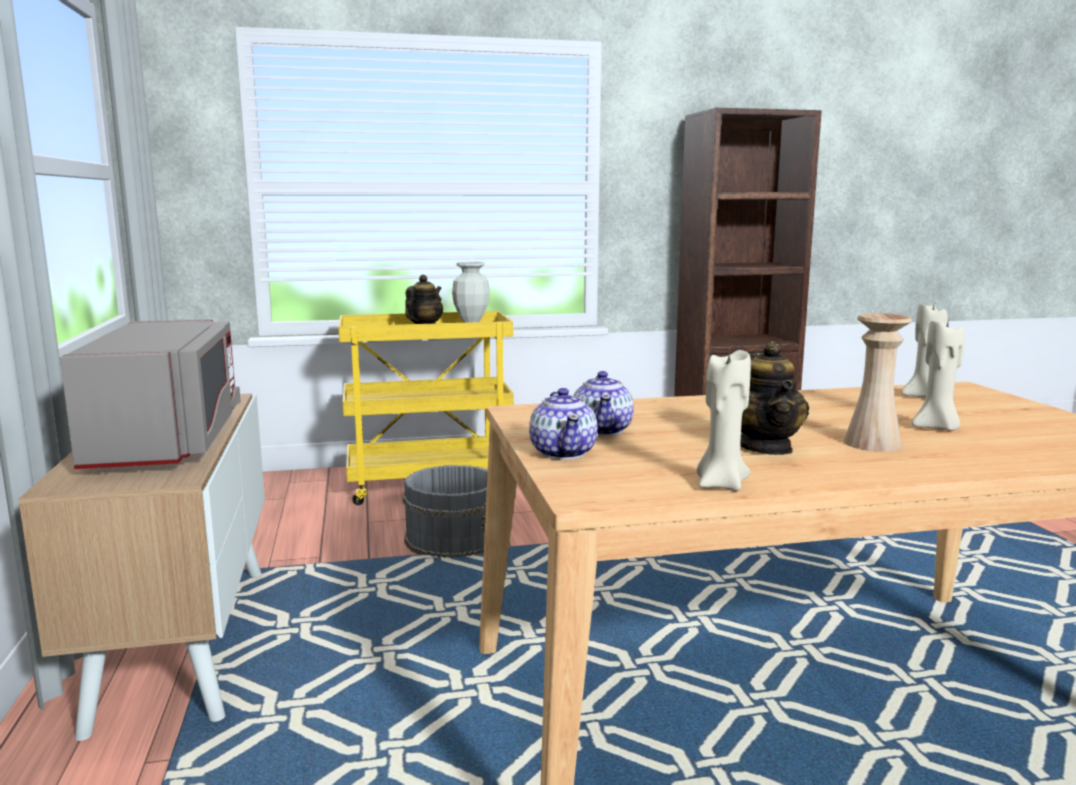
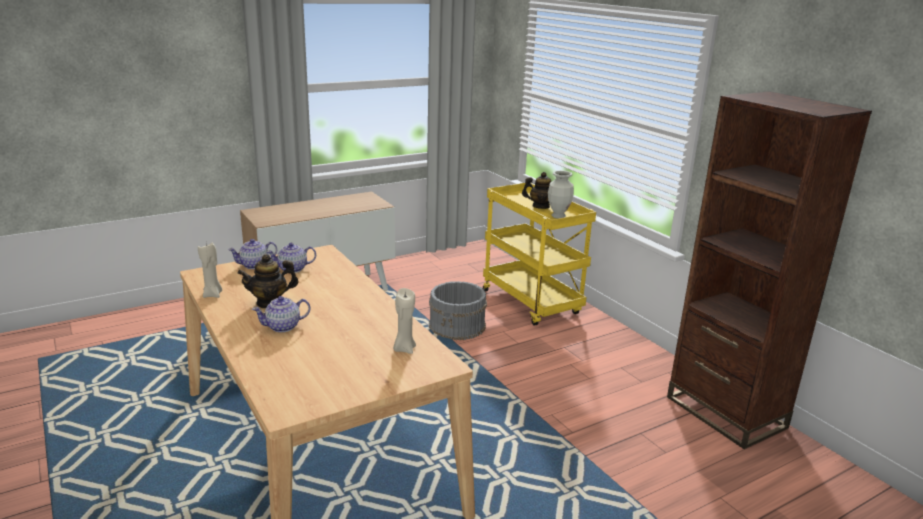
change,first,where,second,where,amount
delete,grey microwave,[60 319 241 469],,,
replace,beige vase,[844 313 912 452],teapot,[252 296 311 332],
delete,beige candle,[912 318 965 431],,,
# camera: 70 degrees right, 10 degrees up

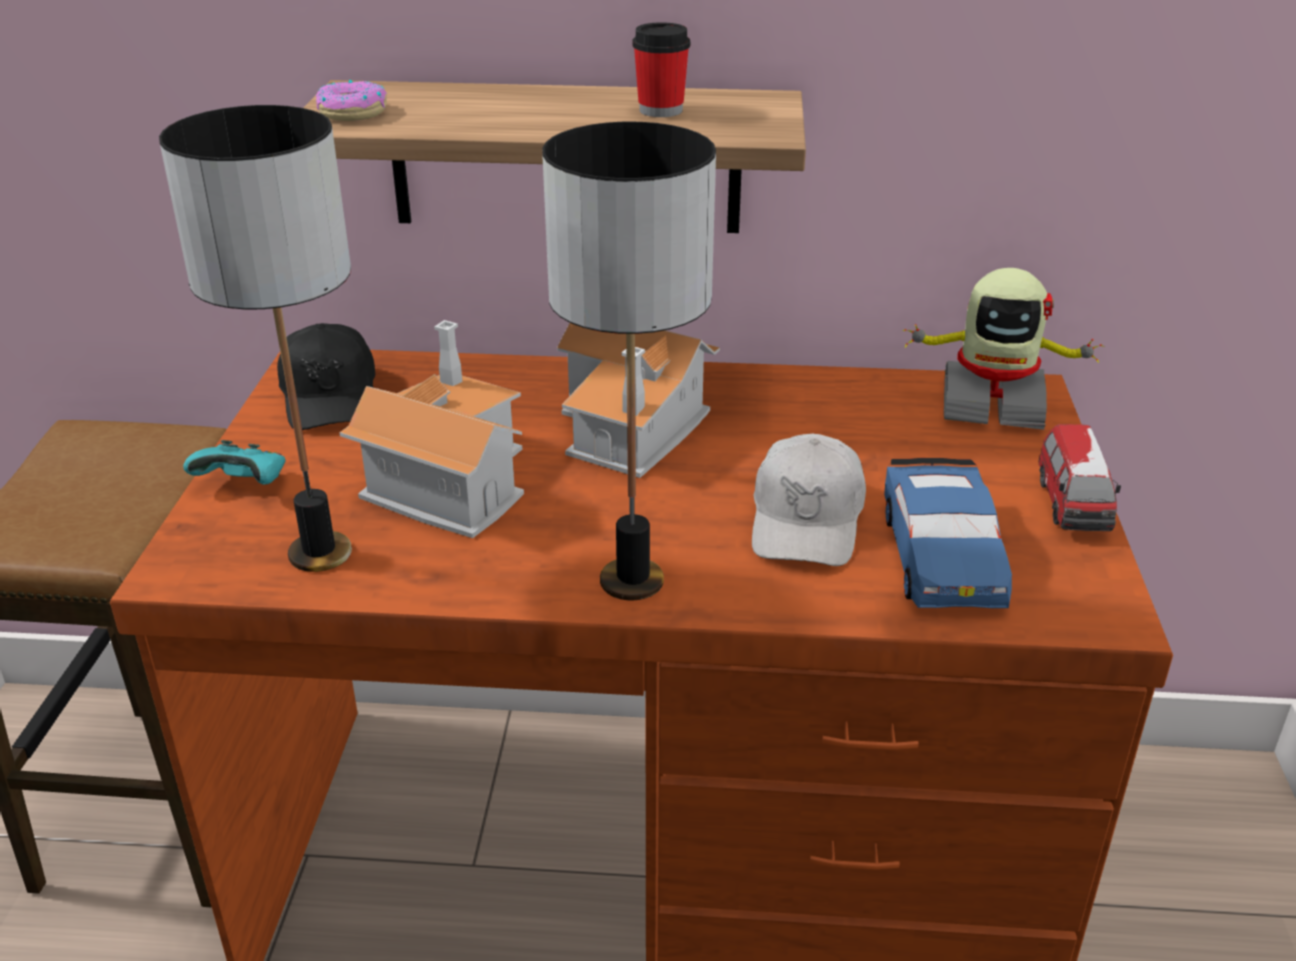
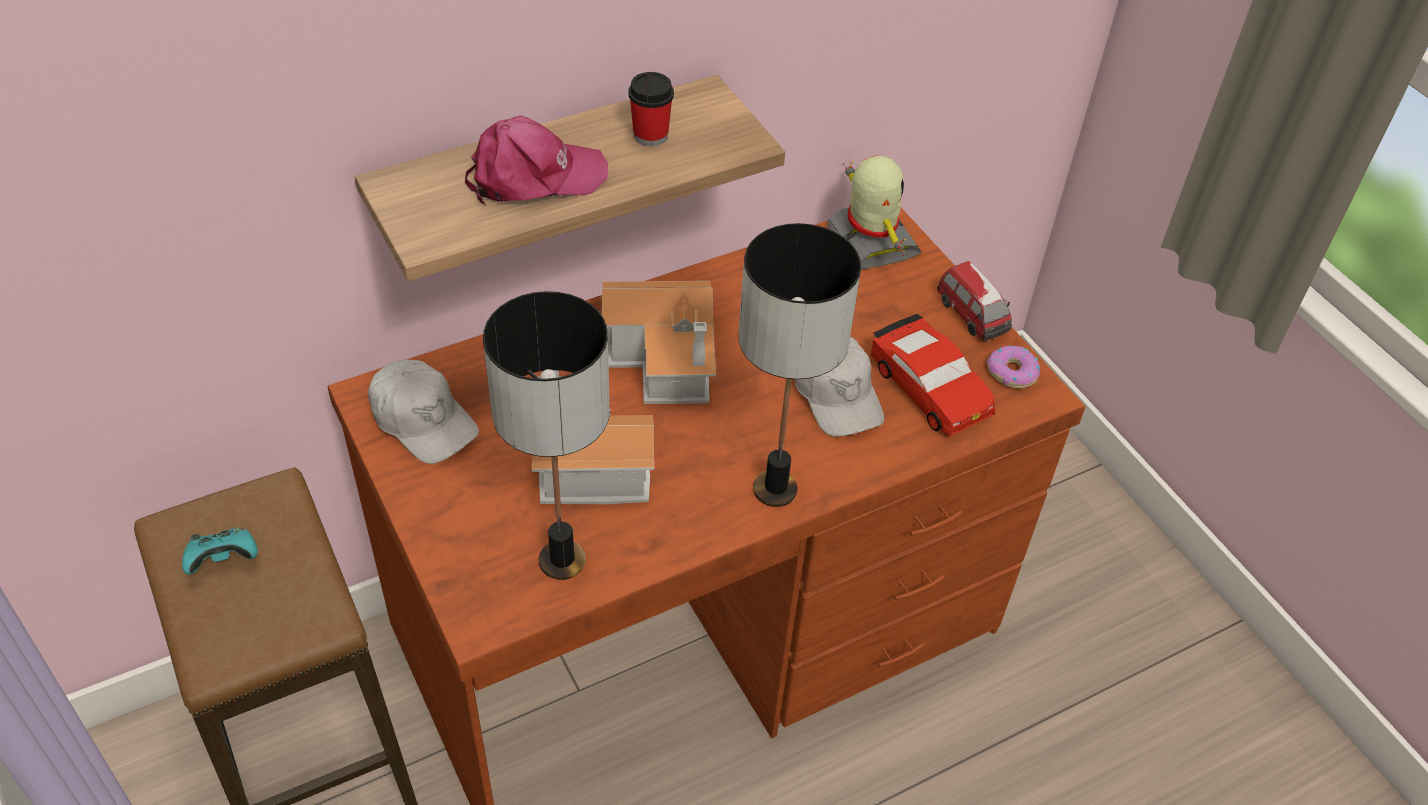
change,first,where,second,where,amount
move,turquoise game controller,[183 440 286 484],,[182 527 258 575],
recolor,black cap,[277 323 375 430],white cap,[368 360 479 464],
move,donut,[316 80 387 121],,[987 345 1040 389],
recolor,blue toy car,[884 458 1012 608],red toy car,[871 314 995 436],
rotate,toy robot,[903 268 1104 430],,[827 155 921 270],90 degrees counterclockwise
insert,,,pink cap,[465 116 608 205],
# camera: 35 degrees left, 15 degrees up

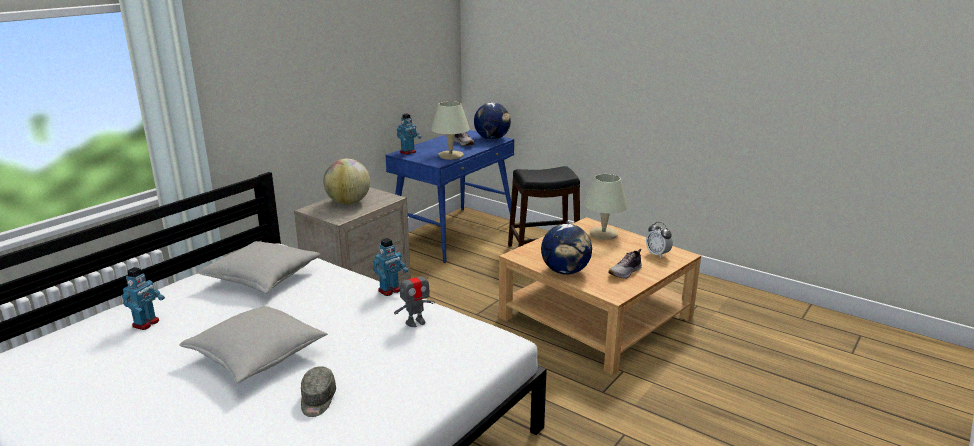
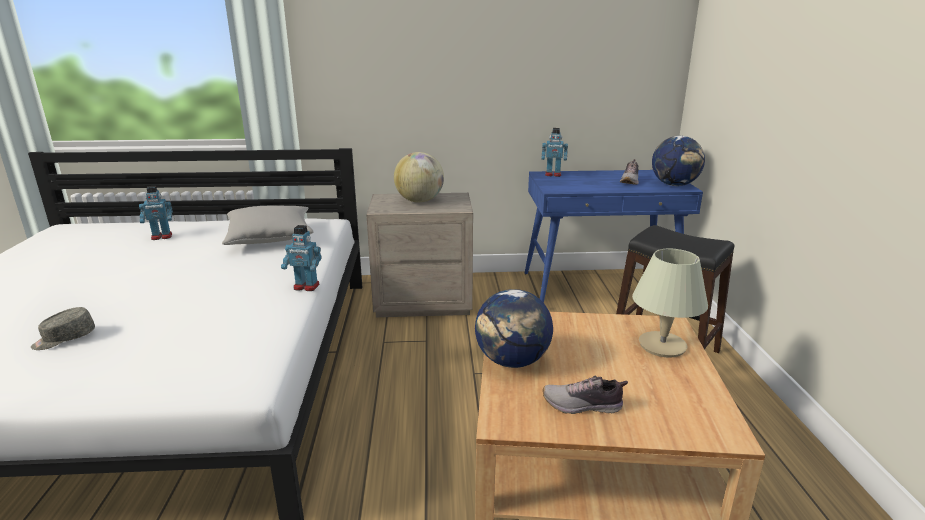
change,first,where,second,where,amount
delete,grey pillow,[179 306 328 383],,,
delete,toy robot,[394 267 435 327],,,
delete,beige table lamp,[431 101 470 160],,,
delete,alarm clock,[646 222 673 258],,,
# camera: 50 degrees right, 0 degrees up

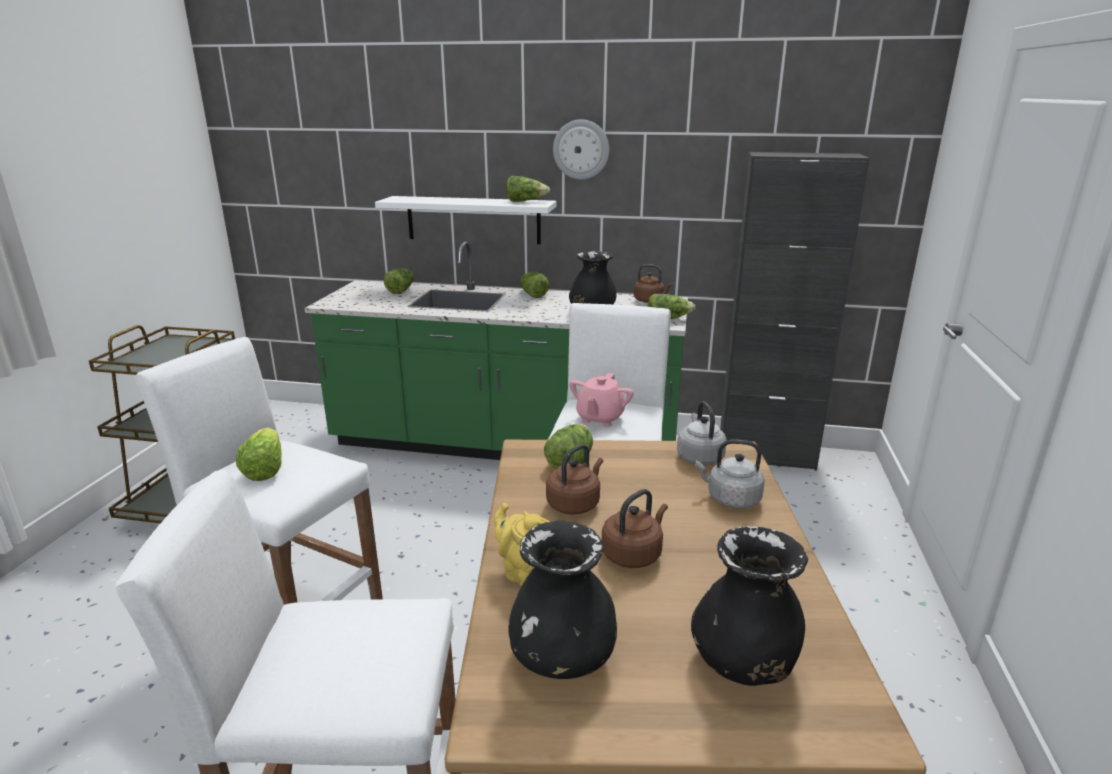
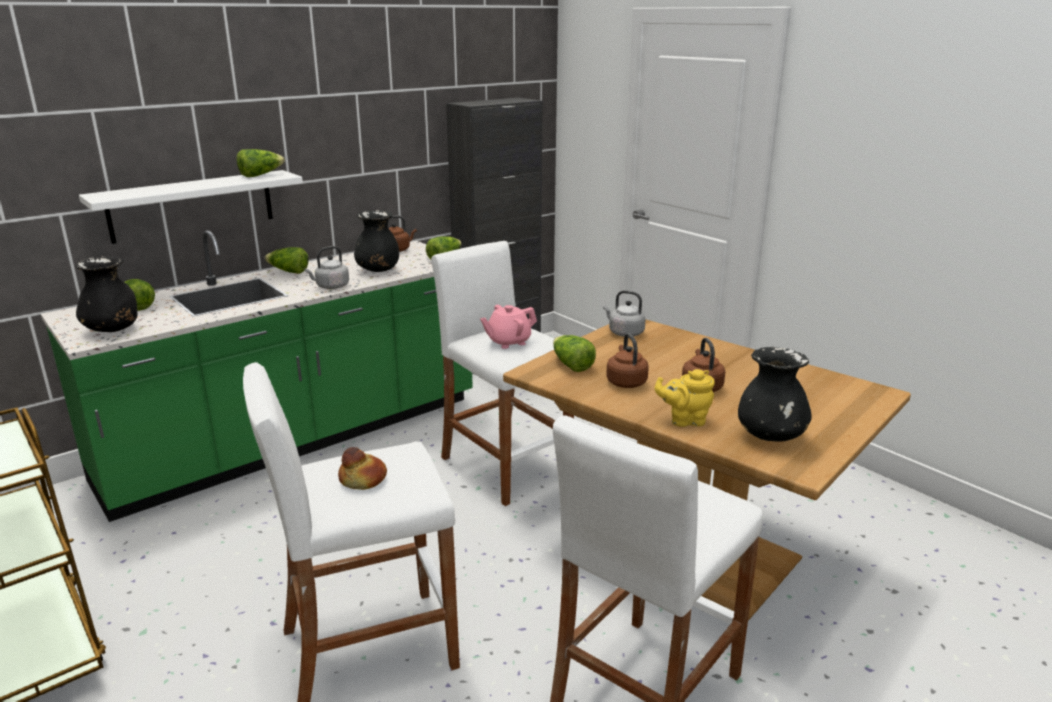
change,first,where,second,where,amount
replace,lettuce,[236 427 282 481],bread,[338 447 387 490],
delete,wall clock,[553 119 609 180],,,
rotate,pink teapot,[569 373 634 427],,[480 305 537 349],90 degrees clockwise
move,black vase,[691 526 808 686],,[75 256 137 332],
move,grey kettle,[695 439 765 509],,[304 246 349 289],
# camera: 50 degrees left, 0 degrees up

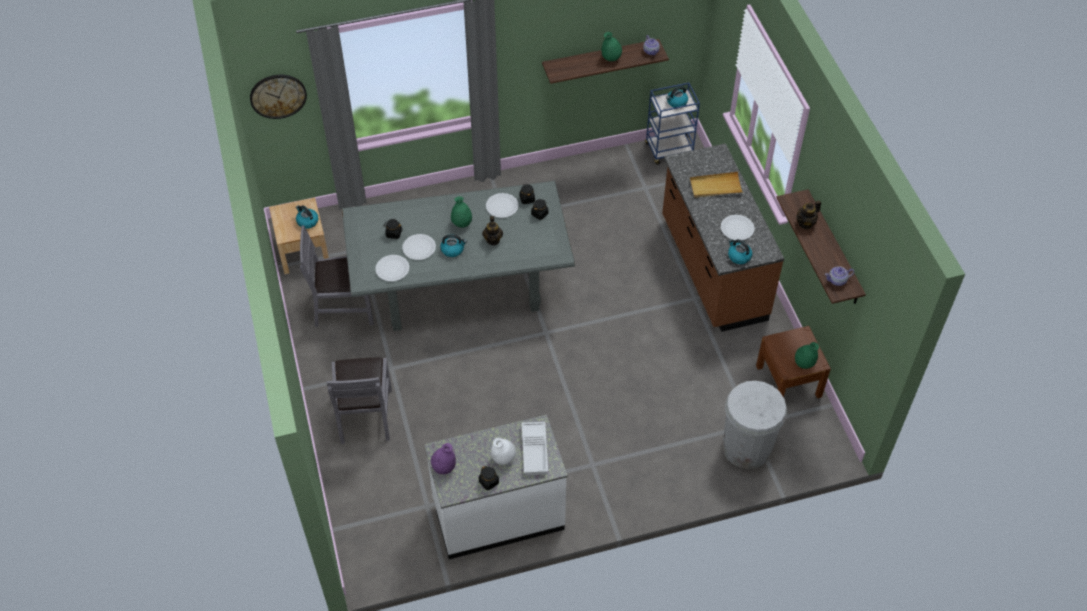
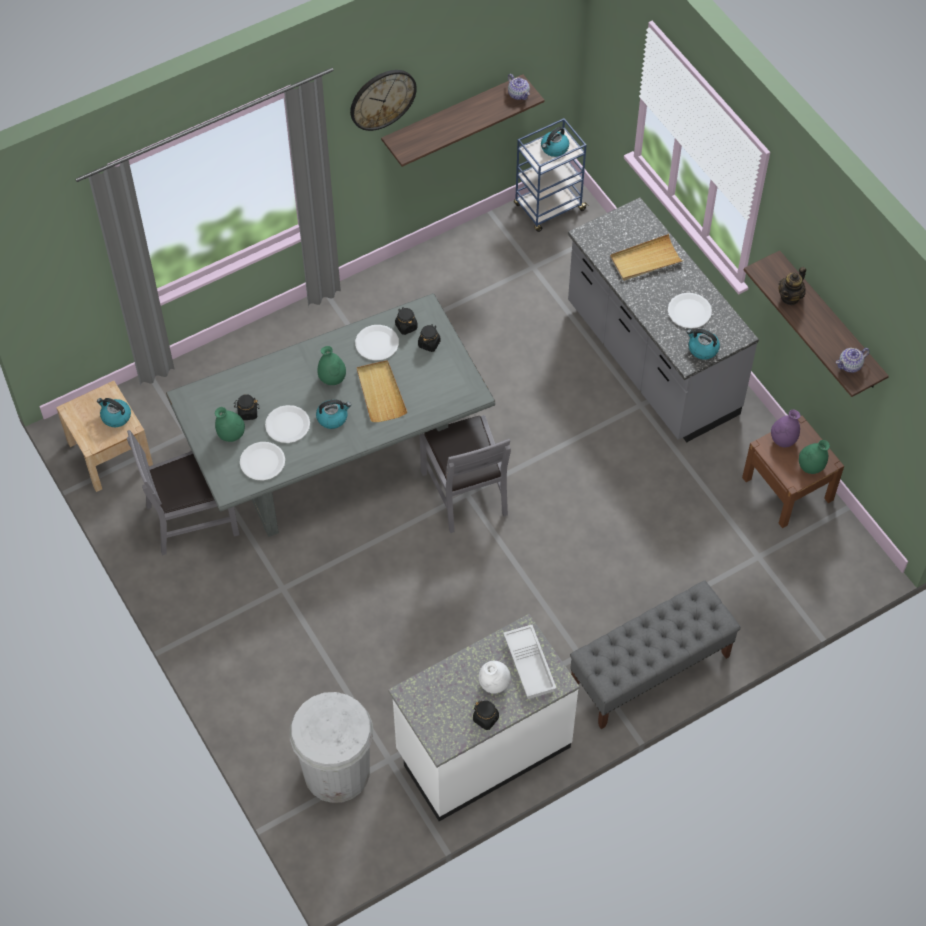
change,first,where,second,where,amount
move,wall clock,[250 75 307 119],,[350 70 417 131],
move,grey chair,[326 357 392 444],,[420 415 511 533],
move,purple vase,[431 443 456 475],,[771 410 800 447],
replace,teapot,[482 216 503 245],beige tray,[357 360 407 422],
move,green vase,[602 32 622 61],,[215 407 245 442],
recolor,brown counter,[662 143 784 332],grey counter,[568 197 759 442],
move,white trash can,[722 381 787 469],,[290 692 373 803],
insert,,,grey bench,[570 580 741 729],
# camera: 15 degrees left, 5 degrees up

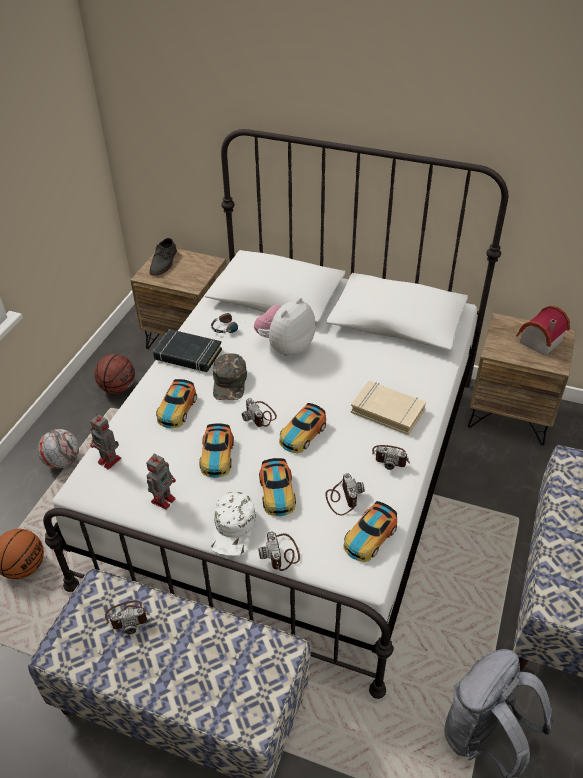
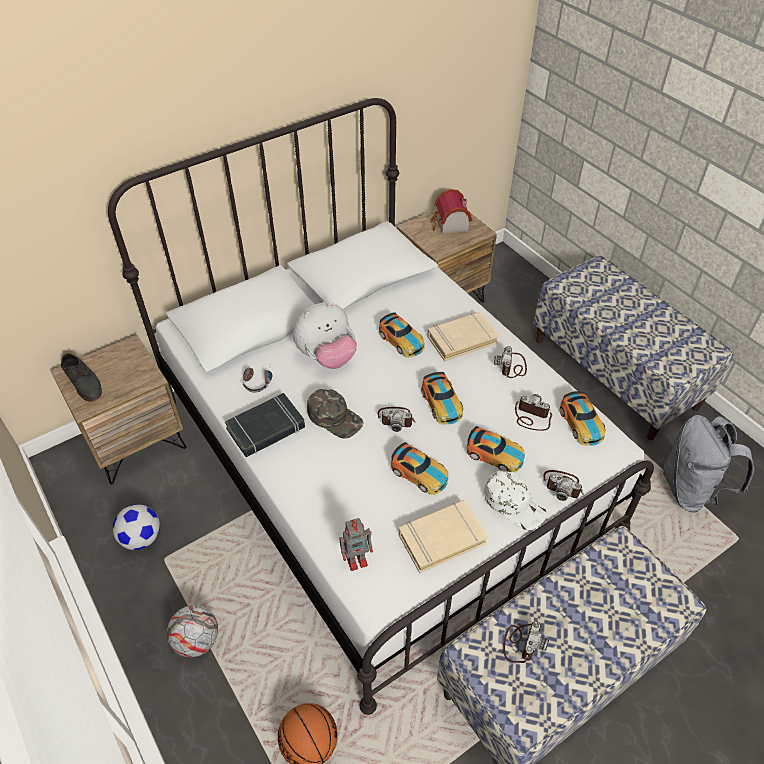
change,first,where,second,where,amount
replace,basketball,[94 354 135 394],football,[113 504 160 550],
replace,toy robot,[146 454 176 510],beige book,[399 500 488 573],
move,toy car,[156 379 197 428],,[379 312 424 358],
rotate,plush toy,[254 298 315 357],,[293 302 357 369],105 degrees counterclockwise
rotate,photo camera,[372 445 410 470],,[494 346 527 378],135 degrees clockwise
# camera: 55 degrees left, 5 degrees up

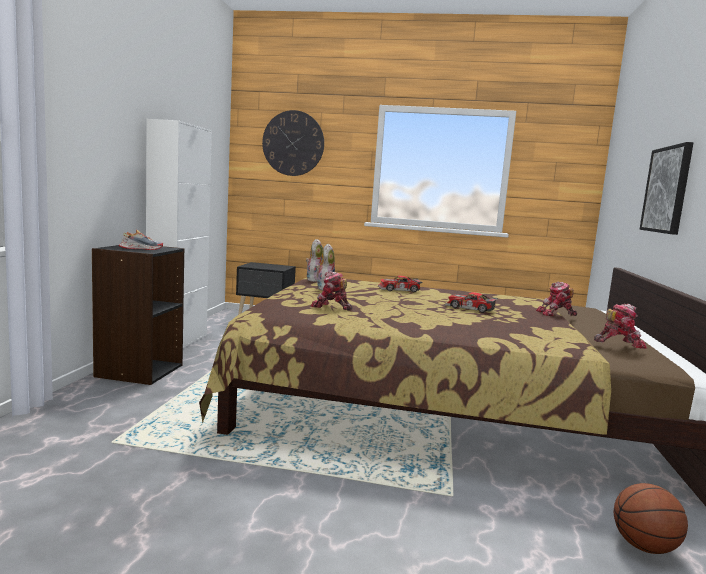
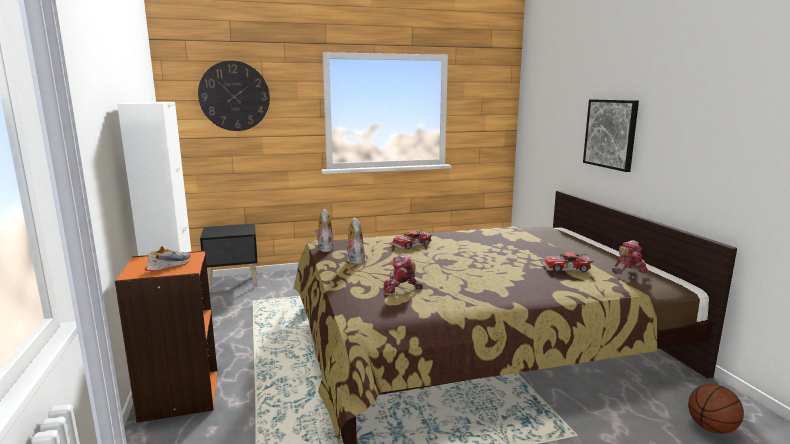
change,first,where,second,where,amount
recolor,black bookcase,[92 245 184 385],orange bookcase,[115 251 218 423],
move,toy car,[445 292 498 313],,[542 252 593 272],
delete,toy robot,[536 281 577 316],,,
# camera: 25 degrees left, 5 degrees up

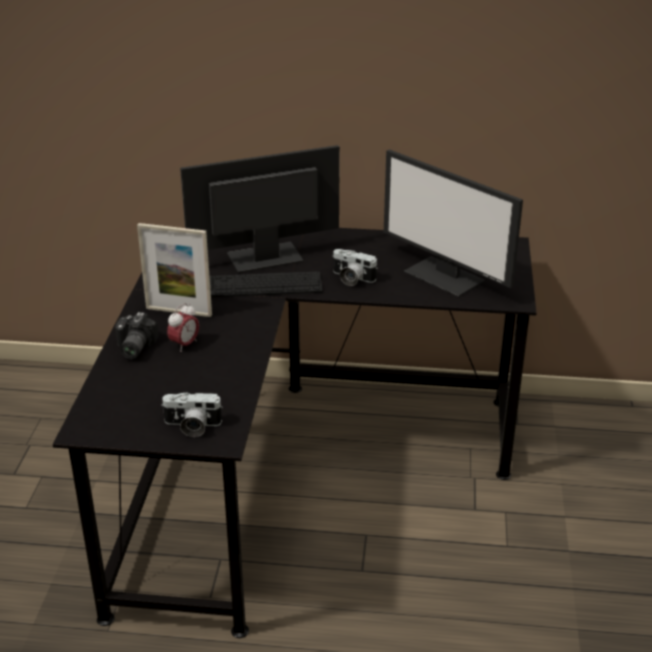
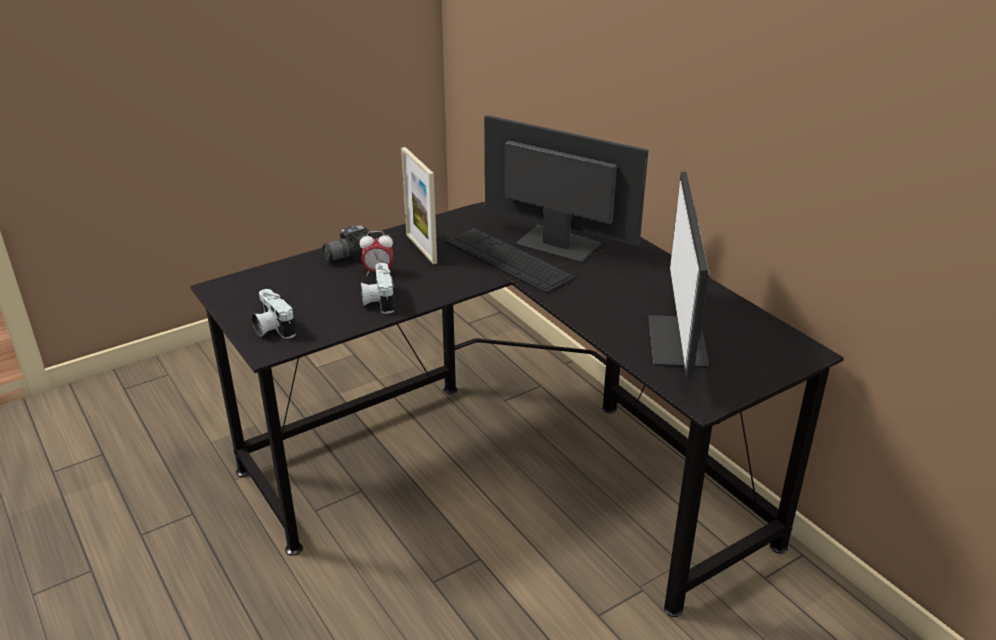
change,first,where,second,where,amount
move,photo camera,[332 249 378 286],,[361 263 394 314],
# camera: 50 degrees right, 0 degrees up

